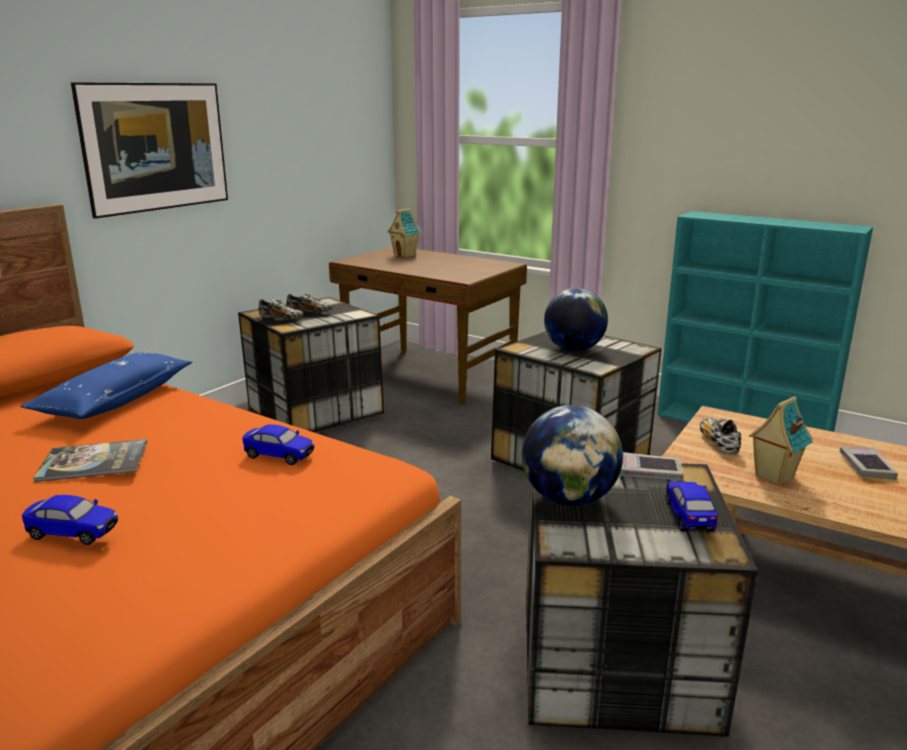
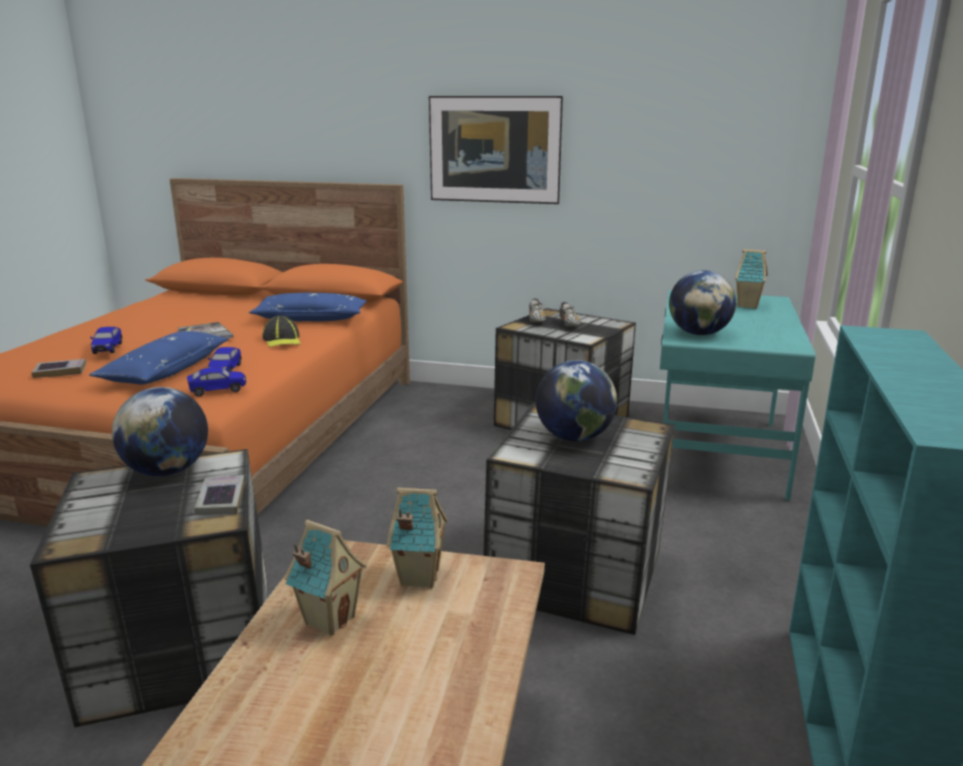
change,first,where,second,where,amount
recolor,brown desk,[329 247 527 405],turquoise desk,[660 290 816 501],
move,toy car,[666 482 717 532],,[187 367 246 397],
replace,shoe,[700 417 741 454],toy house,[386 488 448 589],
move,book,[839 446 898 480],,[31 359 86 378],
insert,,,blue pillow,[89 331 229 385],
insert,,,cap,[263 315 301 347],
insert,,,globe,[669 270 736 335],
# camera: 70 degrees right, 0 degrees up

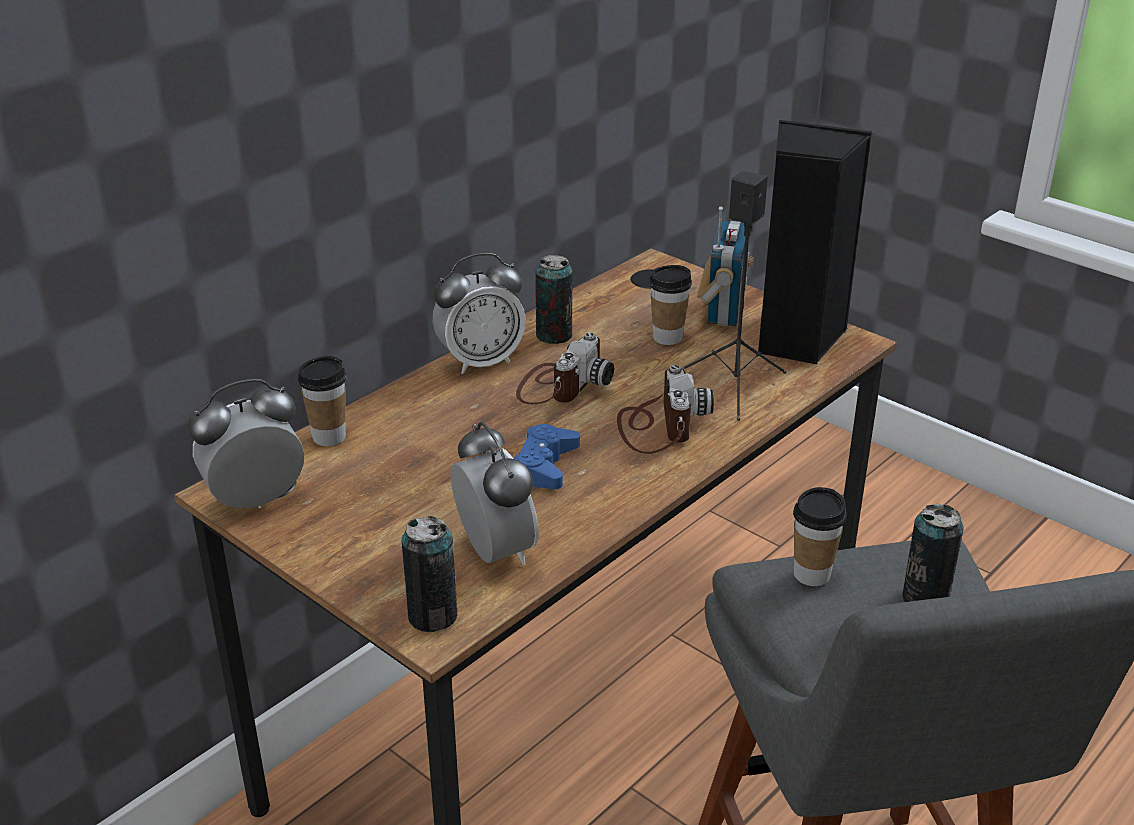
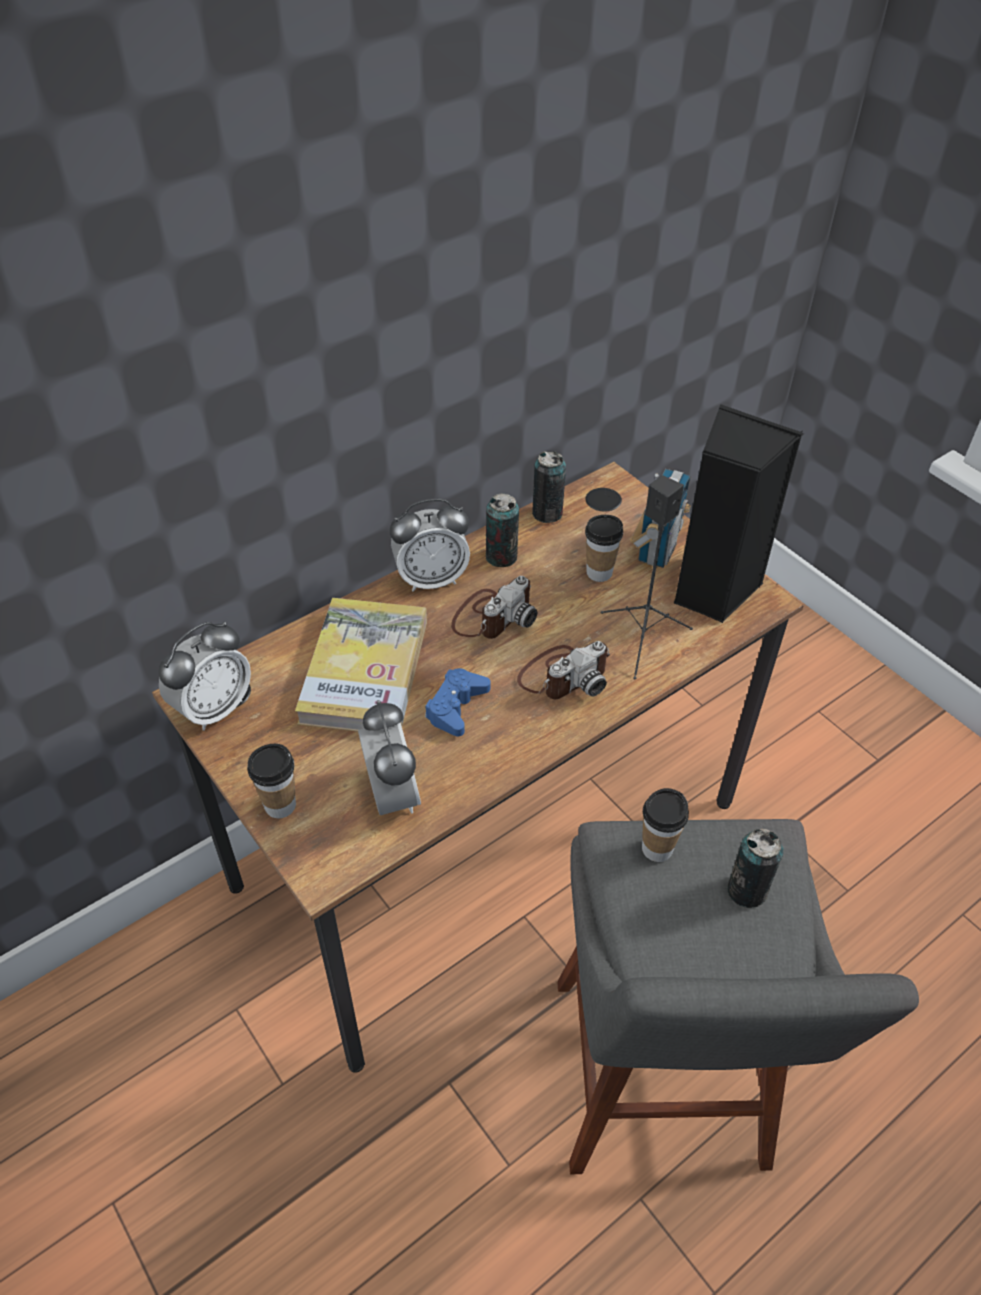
change,first,where,second,where,amount
rotate,alarm clock,[188 379 304 508],,[159 622 251 731],150 degrees clockwise
move,cup,[298 356 346 446],,[247 744 296 818],
move,can,[401 516 457 632],,[532 451 566 523],
rotate,photo camera,[617 365 714 454],,[517 641 610 699],45 degrees clockwise
insert,,,book,[295 598 427 732],
# camera: 10 degrees right, 15 degrees up

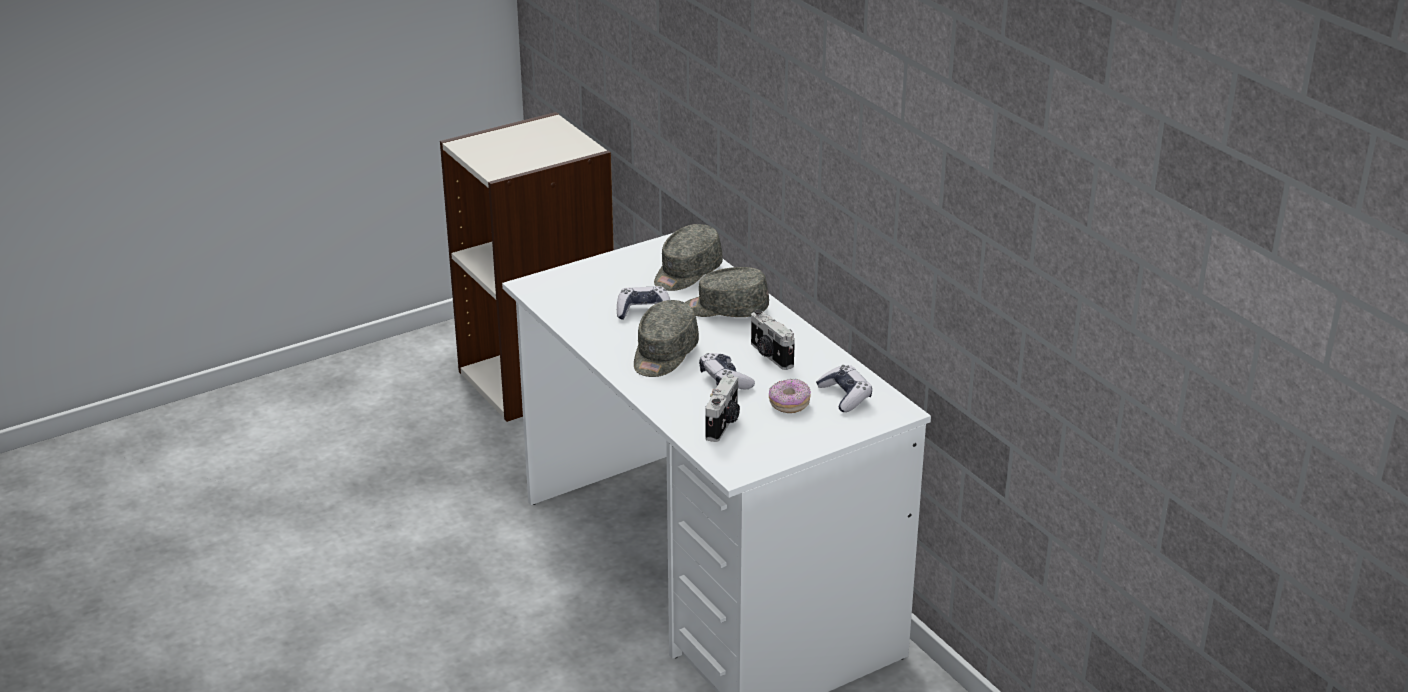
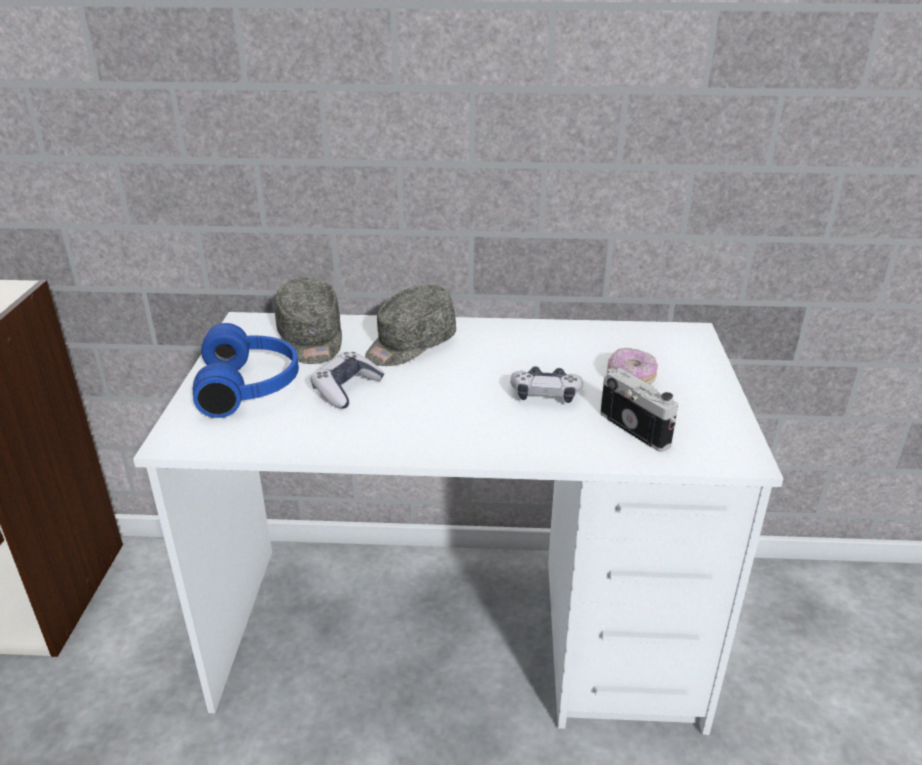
change,first,where,second,where,amount
delete,grey cap,[634 300 699 377],,,
delete,photo camera,[751 309 795 370],,,
delete,game controller,[816 365 872 412],,,
insert,,,blue headphones,[193 323 299 418],
# camera: 55 degrees left, 0 degrees up

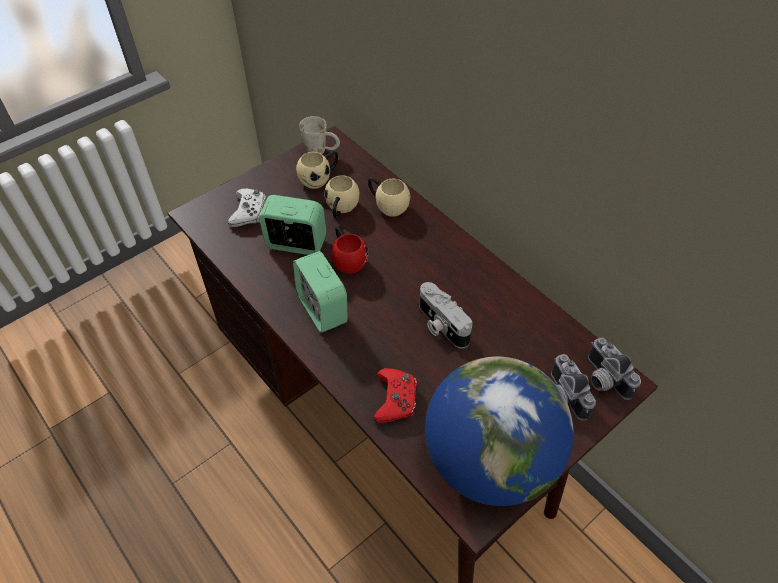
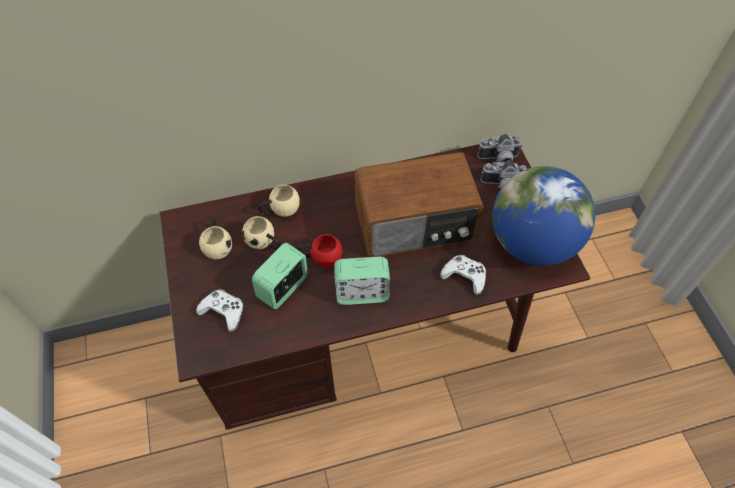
change,first,where,second,where,amount
delete,white mug,[299 116 340 154],,,
recolor,red game controller,[373 368 417 423],white game controller,[440 255 486 295],
replace,photo camera,[419 282 473 349],radio,[355 152 484 257],
# camera: 65 degrees left, 5 degrees up

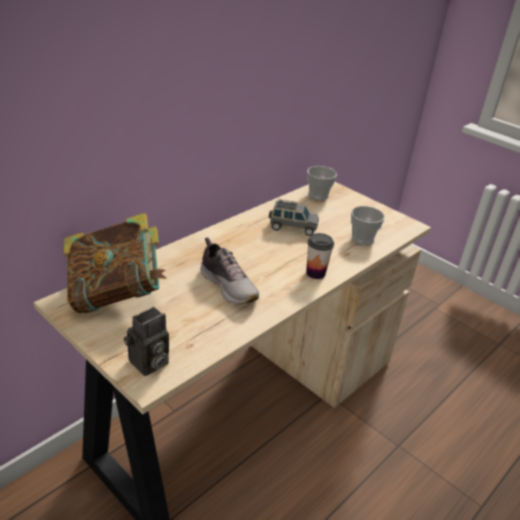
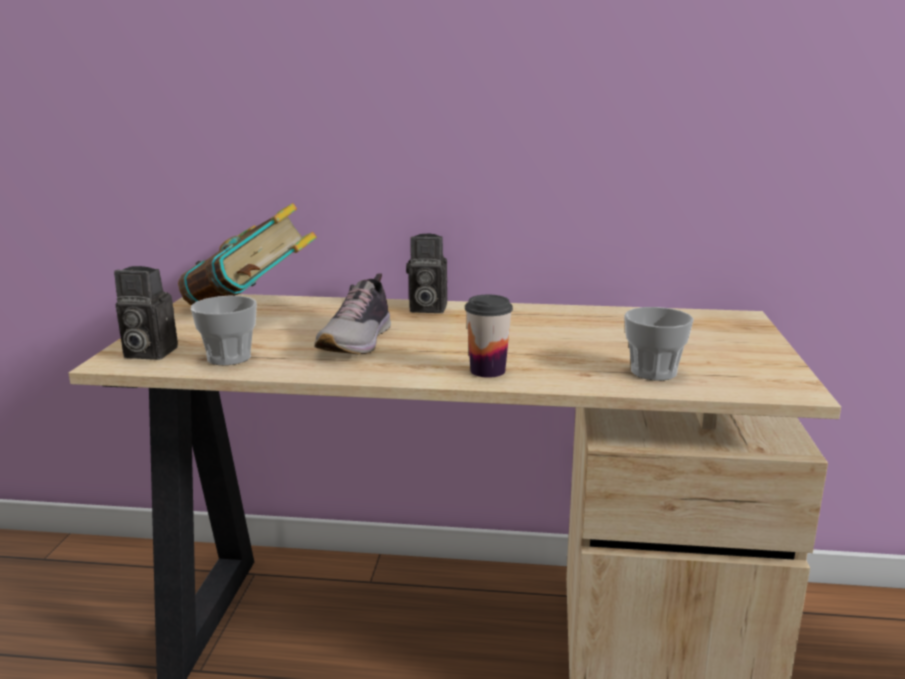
change,first,where,second,where,amount
delete,grey toy car,[269 199 319 236],,,
move,cup,[307 166 337 201],,[191 296 257 365],
insert,,,photo camera,[406 233 447 313],
# camera: 55 degrees right, 15 degrees down

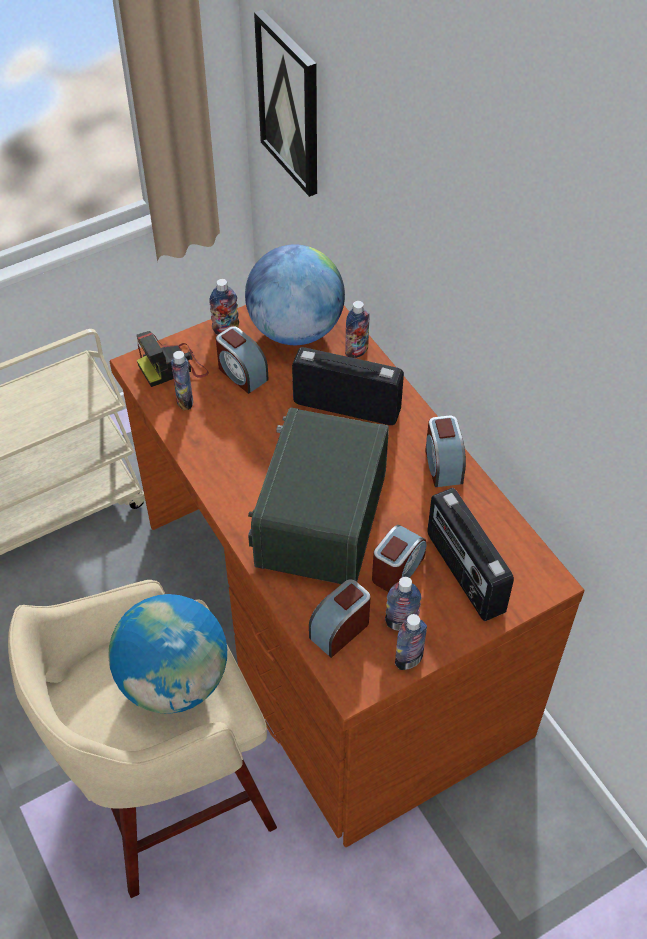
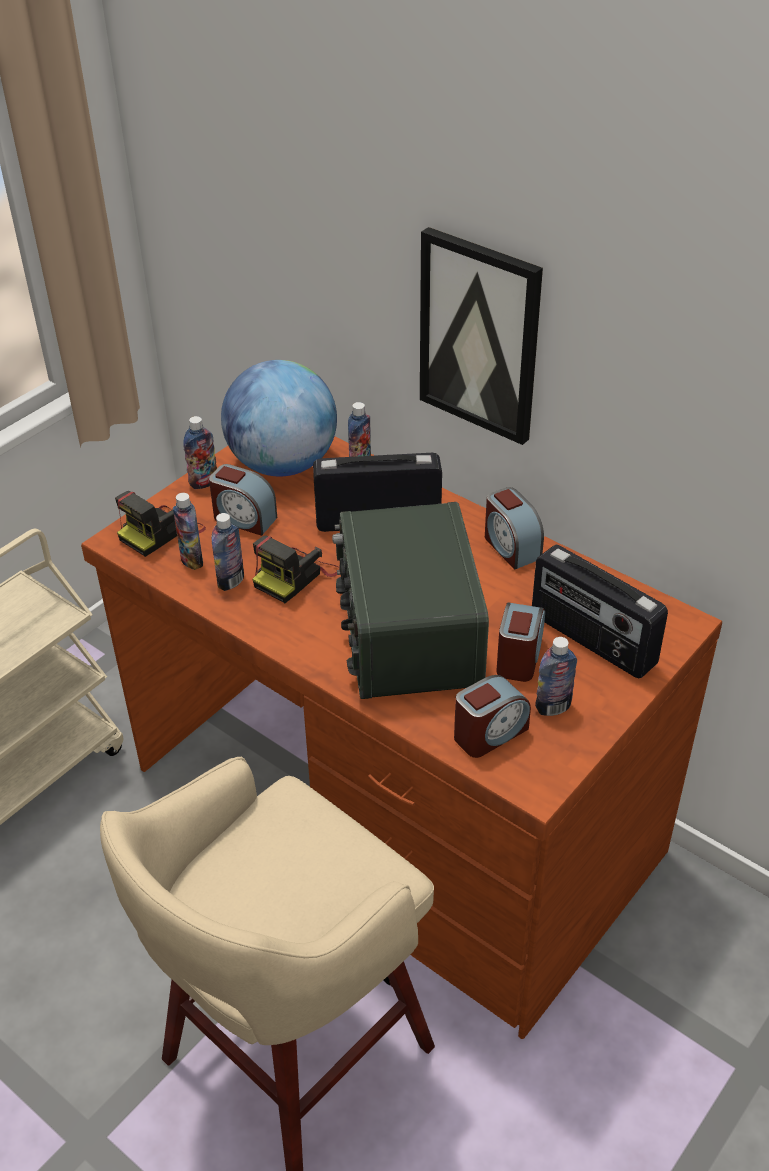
change,first,where,second,where,amount
delete,globe,[108 594 227 714],,,
move,picture,[254 10 317 197],,[420 227 543 445],
rotate,alarm clock,[309 579 371 658],,[454 675 531 758],150 degrees counterclockwise
move,bottle,[395 614 427 670],,[212 513 244 591],
insert,,,photo camera,[253 535 340 603],
# camera: 20 degrees left, 10 degrees down

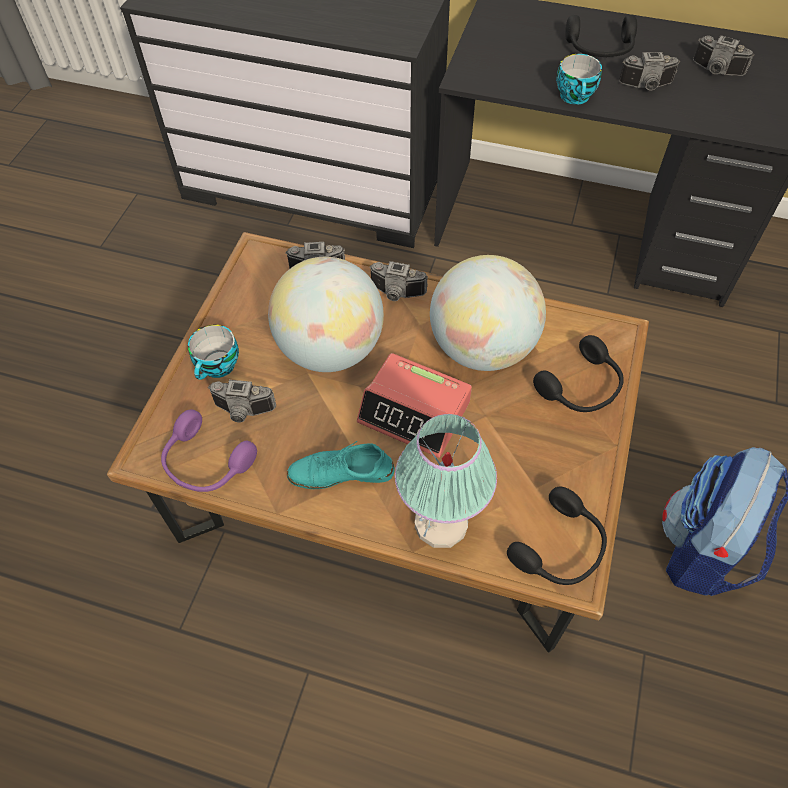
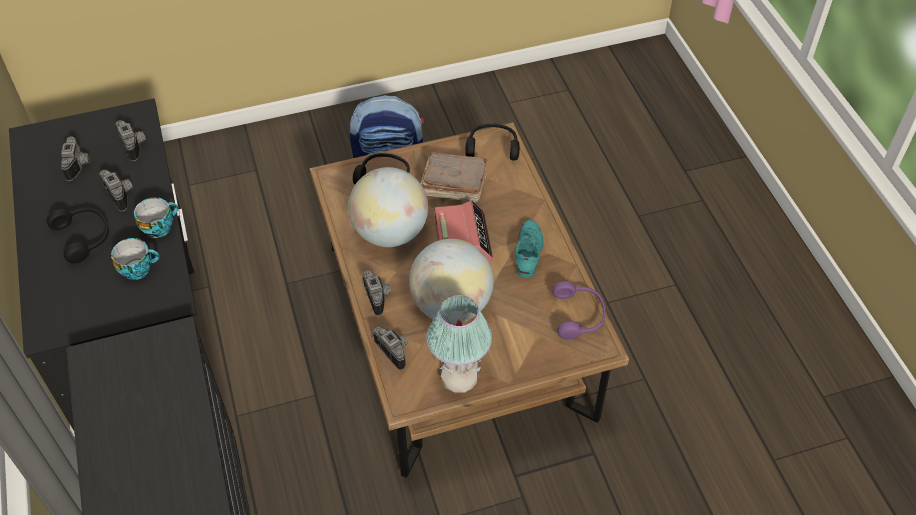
change,first,where,second,where,amount
move,cup,[188 324 239 380],,[111 238 160 280],
move,photo camera,[208 380 276 423],,[116 120 146 161],
rotate,turquoise shoe,[287 441 395 489],,[515 220 544 278],135 degrees counterclockwise
move,table lamp,[395 414 497 548],,[426 295 492 393],
insert,,,brown book,[421 152 487 202],
# camera: 125 degrees left, 5 degrees down

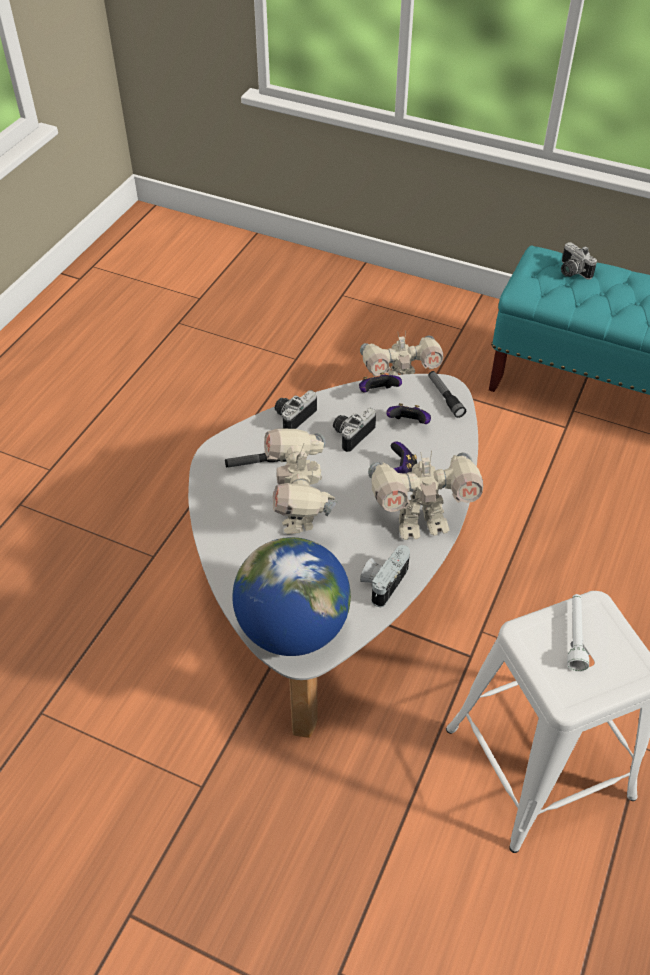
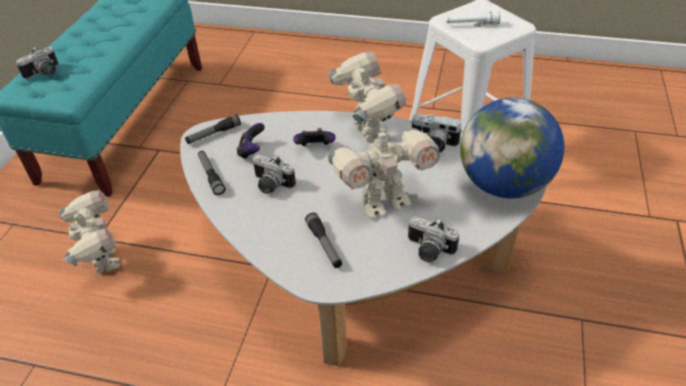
change,first,where,second,where,amount
move,photo camera,[275 390 317 429],,[408 216 460 262],
replace,game controller,[359 372 402 393],flashlight,[198 151 226 195],
# camera: 100 degrees left, 5 degrees down

